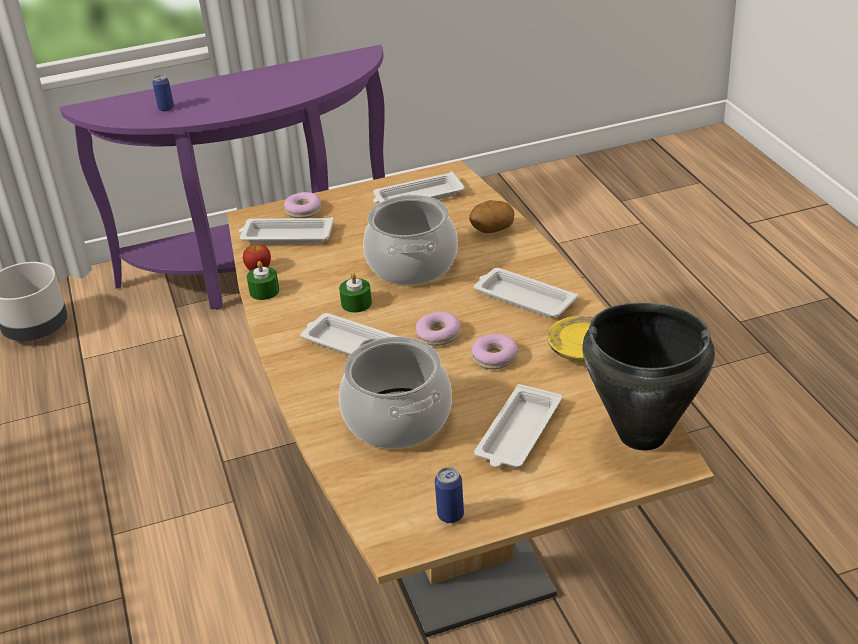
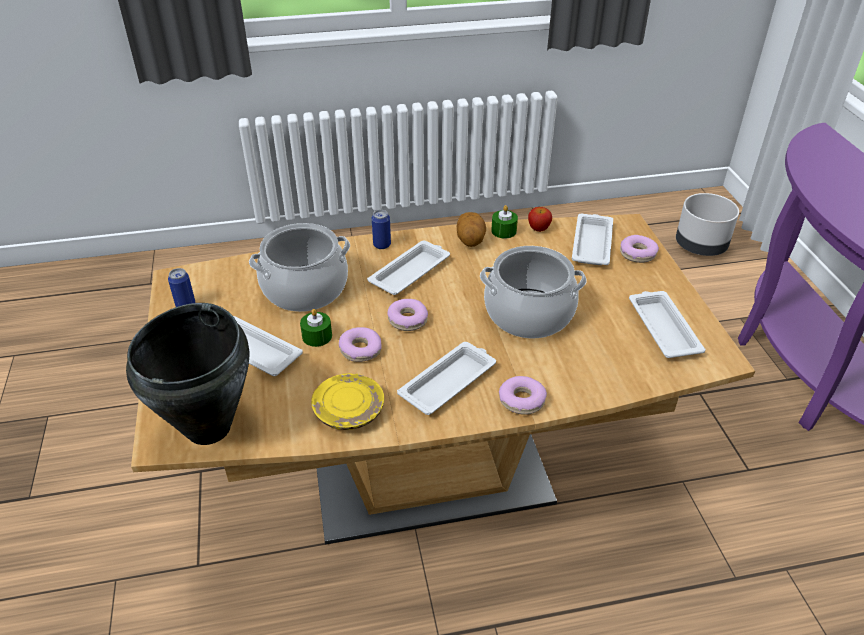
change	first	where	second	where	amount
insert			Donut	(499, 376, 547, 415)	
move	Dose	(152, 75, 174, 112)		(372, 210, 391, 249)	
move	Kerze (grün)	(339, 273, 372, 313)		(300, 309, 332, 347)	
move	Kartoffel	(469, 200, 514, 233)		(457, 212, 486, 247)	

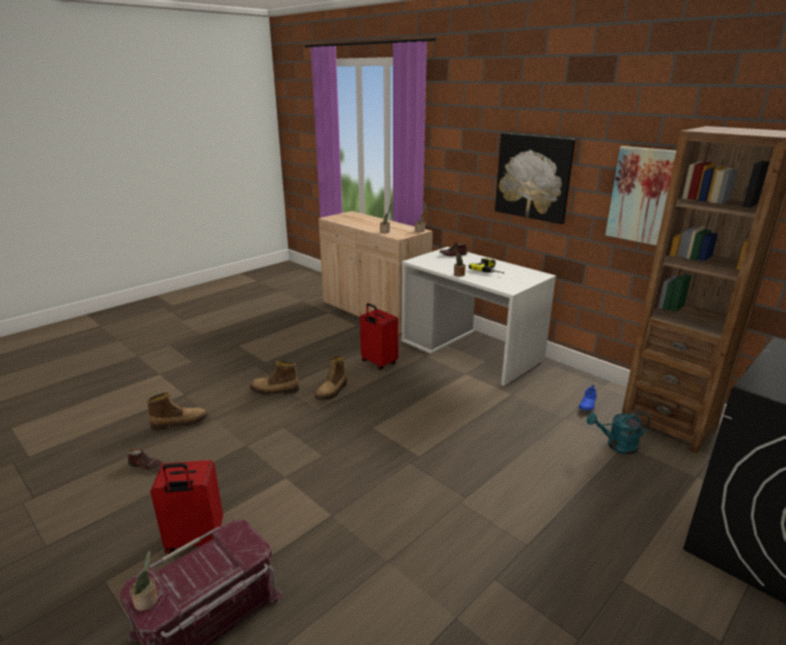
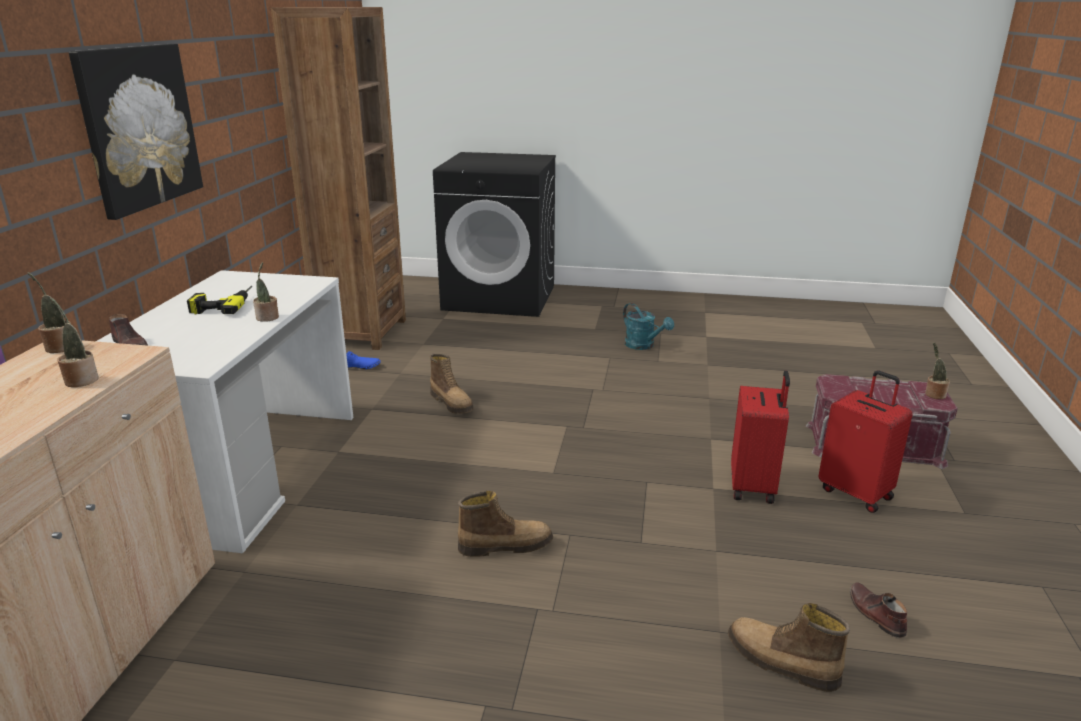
change	first	where	second	where	amount
delete	Bild	(605, 146, 676, 246)			
move	Stiefel	(250, 360, 299, 396)		(429, 353, 474, 414)	
move	Koffer (rot)	(360, 303, 398, 370)		(731, 371, 790, 504)	
move	Gießkanne (türkis)	(587, 412, 650, 454)		(623, 303, 674, 350)	

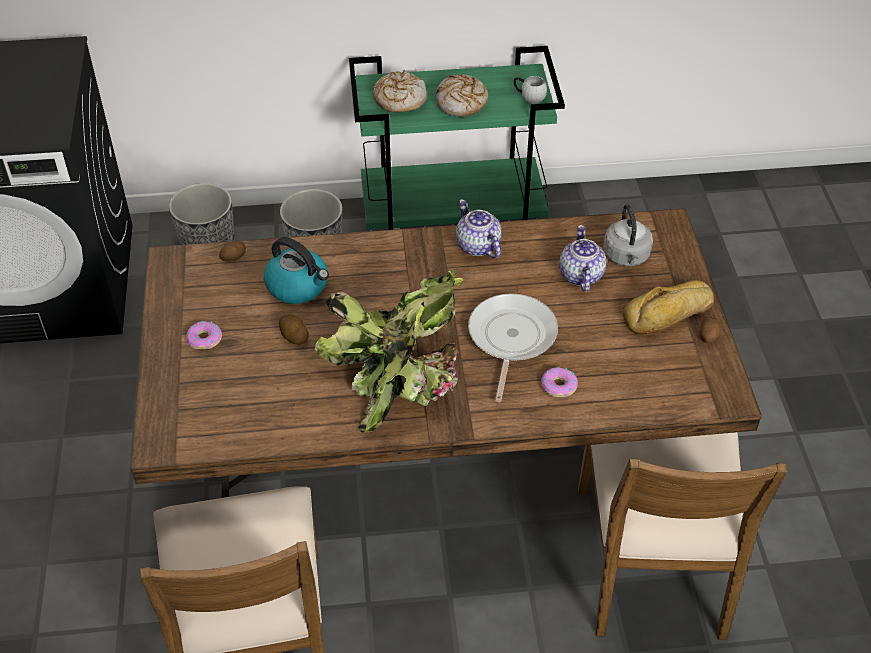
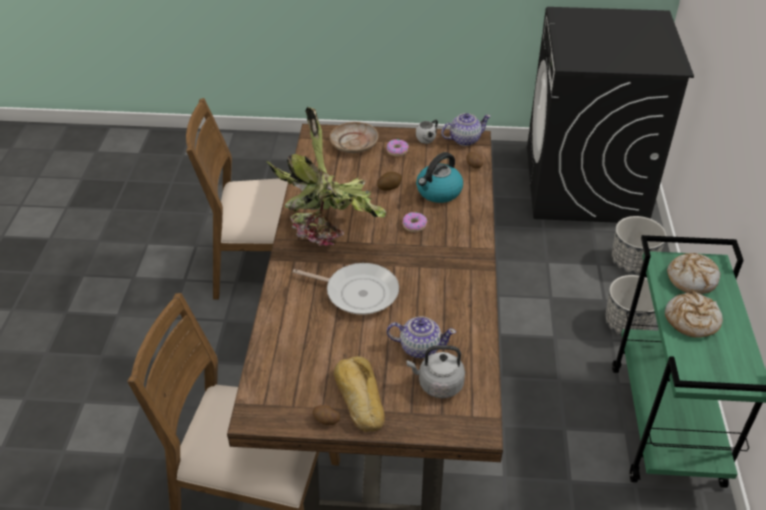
change	first	where	second	where	amount
insert			Teller (beige)	(330, 122, 379, 153)	
move	Teekanne	(456, 199, 501, 258)		(441, 113, 491, 146)	
move	Henkelbecher (weiß)	(514, 76, 547, 104)		(416, 120, 438, 144)	
move	Donut	(541, 367, 578, 397)		(403, 212, 427, 232)	

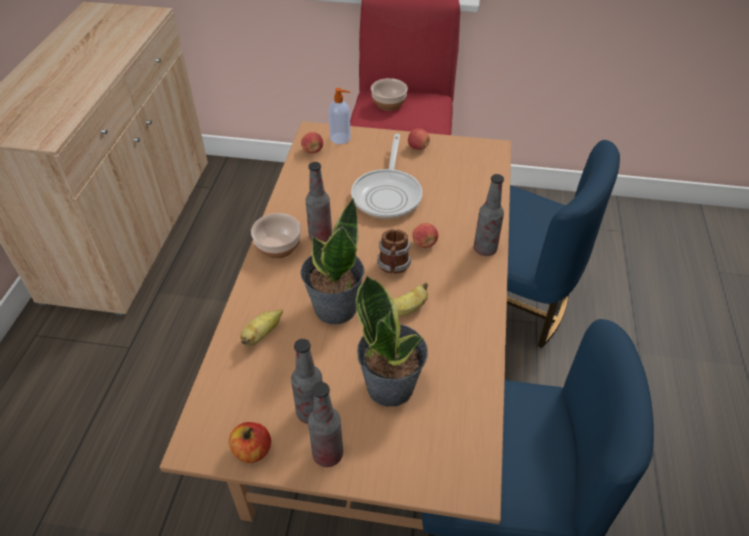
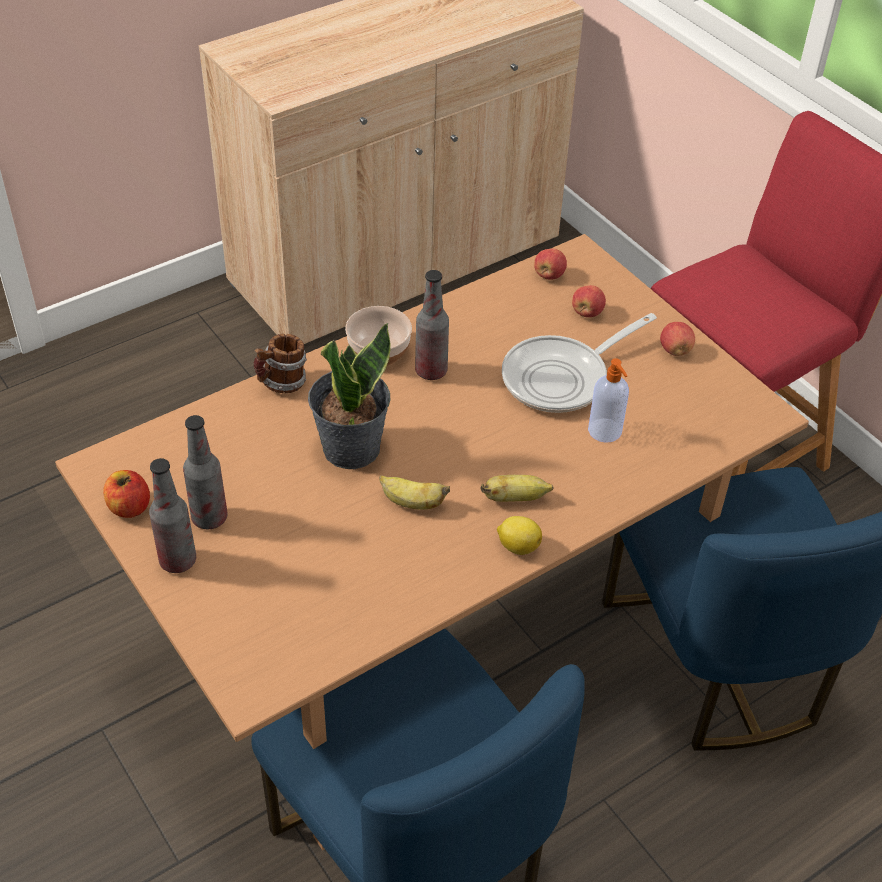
change	first	where	second	where	amount
delete	Topfpflanze	(356, 275, 428, 407)			
delete	Schüssel	(371, 78, 408, 111)			
delete	Flasche	(474, 174, 504, 256)			
insert			Zitrone	(497, 516, 542, 555)	
move	Banane	(240, 309, 283, 346)		(480, 475, 554, 502)	
move	Seifenspender	(329, 88, 351, 144)		(588, 358, 629, 443)	
move	Henkelbecher	(377, 229, 412, 274)		(254, 334, 307, 393)	
move	Apfel	(412, 223, 438, 248)		(572, 285, 606, 318)	

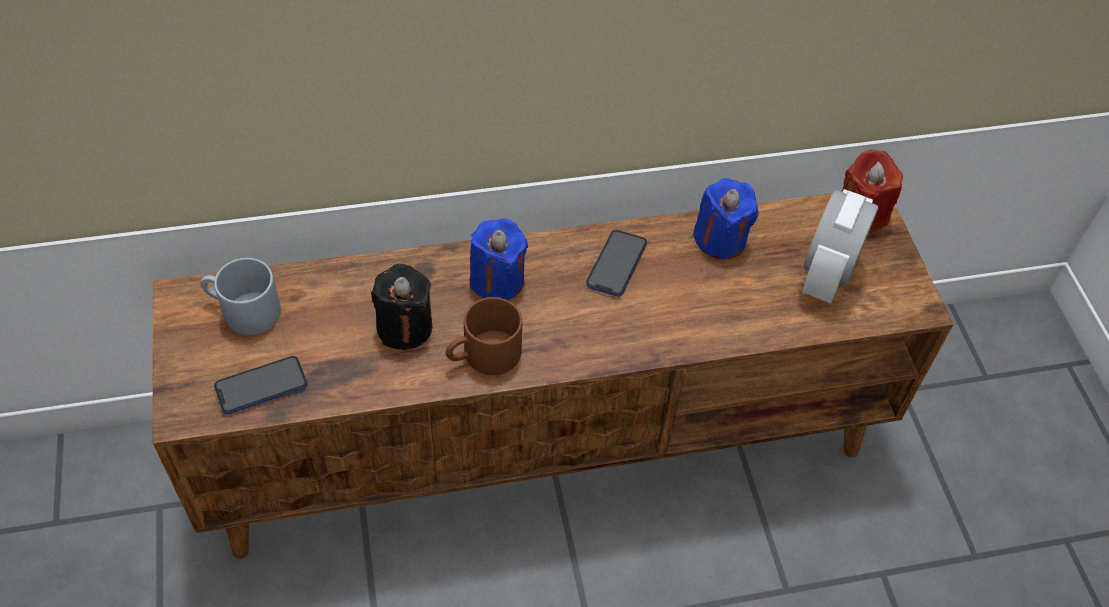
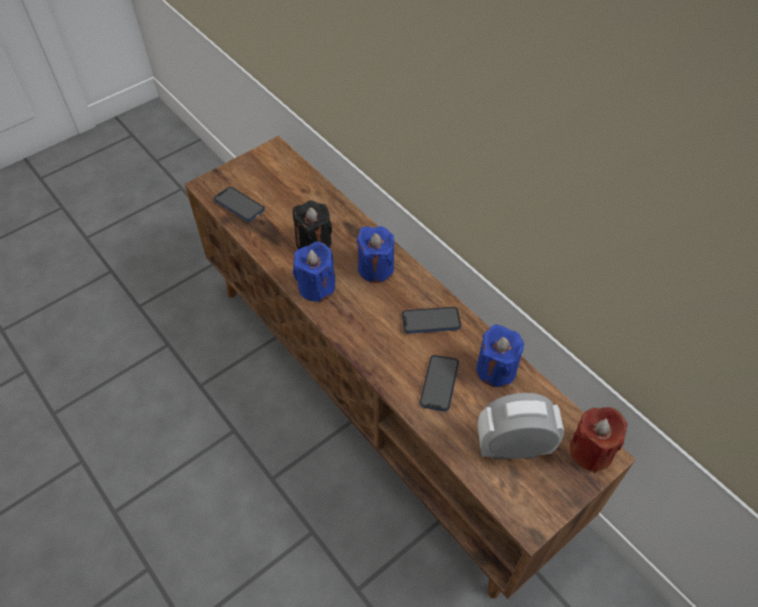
change	first	where	second	where	amount
delete	Henkelbecher (grau)	(200, 258, 281, 335)			
insert			Handy	(420, 355, 459, 412)	
replace	Henkelbecher (braun)	(446, 297, 522, 375)	Kerze (blau)	(293, 242, 336, 302)	

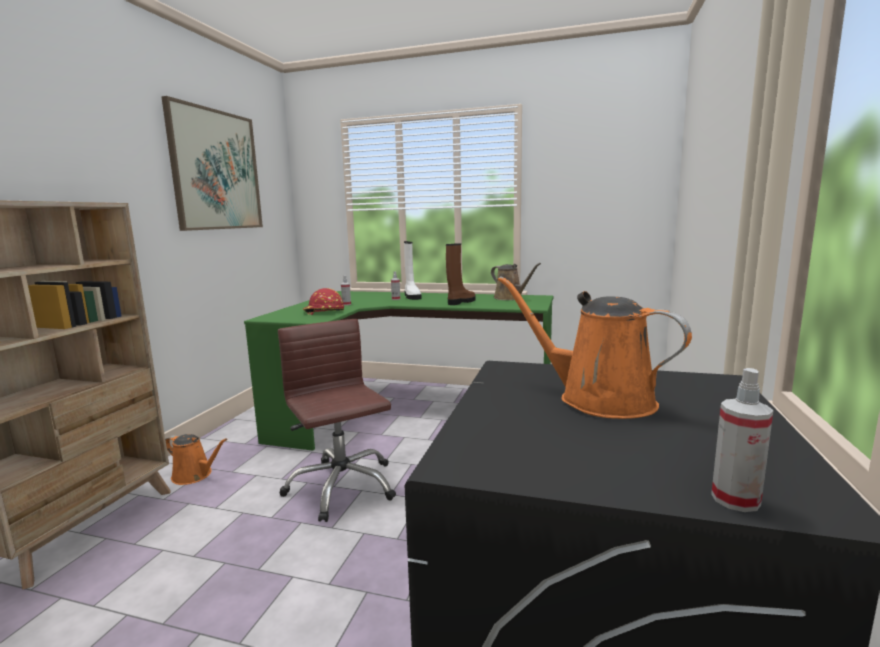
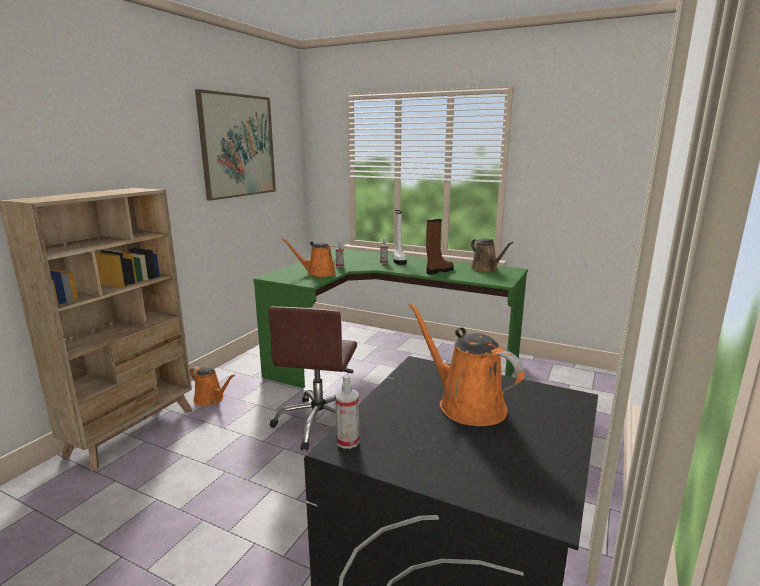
change	first	where	second	where	amount
move	Sprühflasche	(711, 368, 774, 512)		(335, 375, 359, 449)	
replace	Schutzhelm (rot)	(303, 288, 344, 315)	Gießkanne (orange)	(281, 238, 342, 277)	
rotate	Bürostuhl (braun)	(278, 319, 396, 522)		(268, 306, 357, 451)	150 degrees counterclockwise

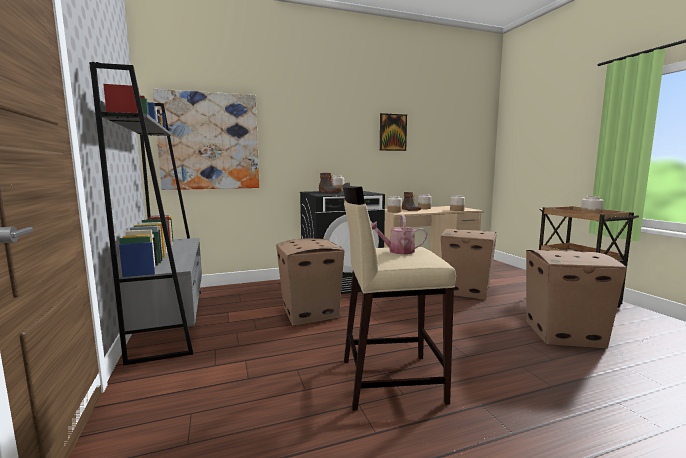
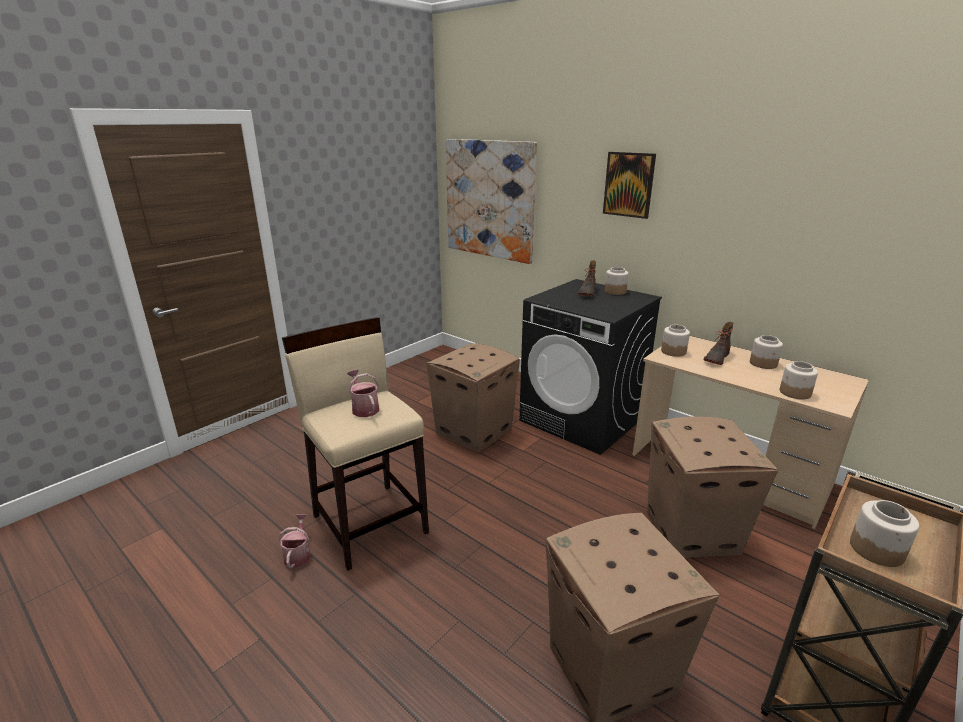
change	first	where	second	where	amount
delete	Bücherregal (grau)	(89, 62, 202, 365)			
insert			Gießkanne	(279, 514, 311, 568)	
move	Bild	(380, 113, 407, 151)		(603, 152, 656, 219)	

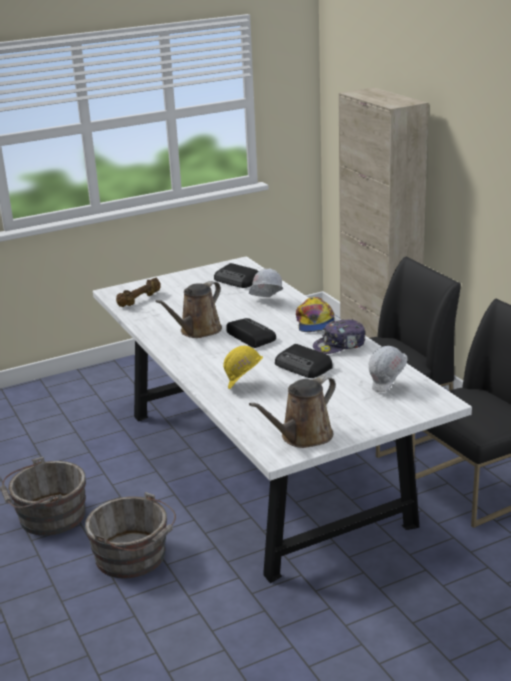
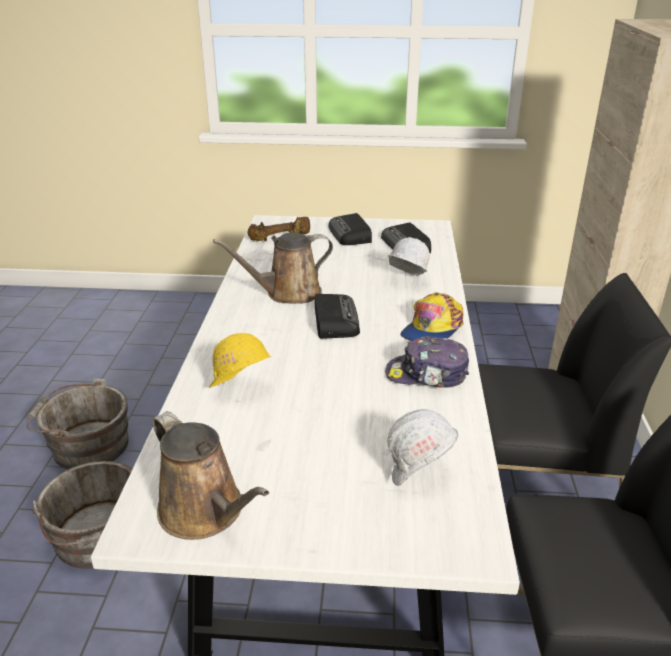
change	first	where	second	where	amount
move	Radio	(275, 344, 333, 378)		(328, 213, 372, 245)	
rotate	Gießkanne (braun)	(249, 375, 336, 448)		(152, 411, 269, 540)	120 degrees counterclockwise

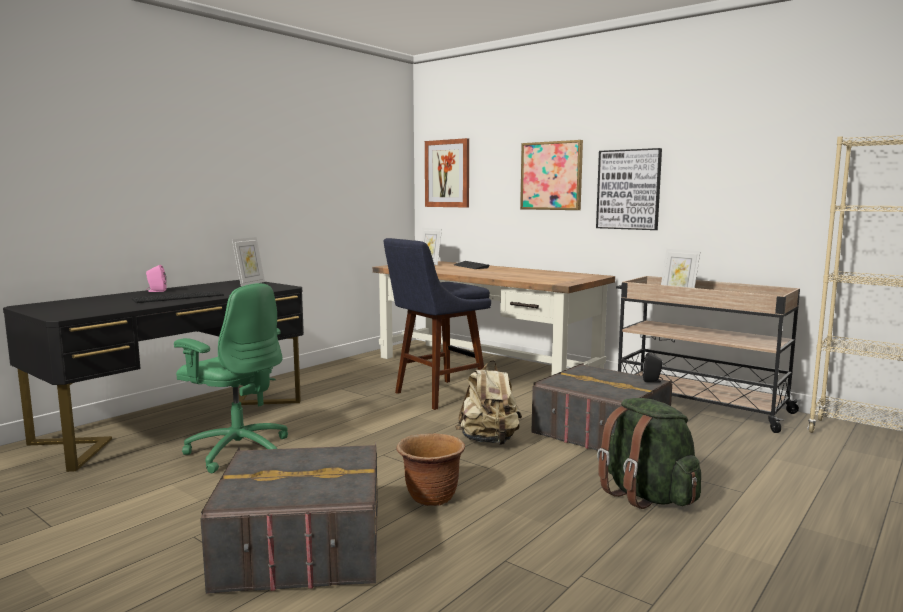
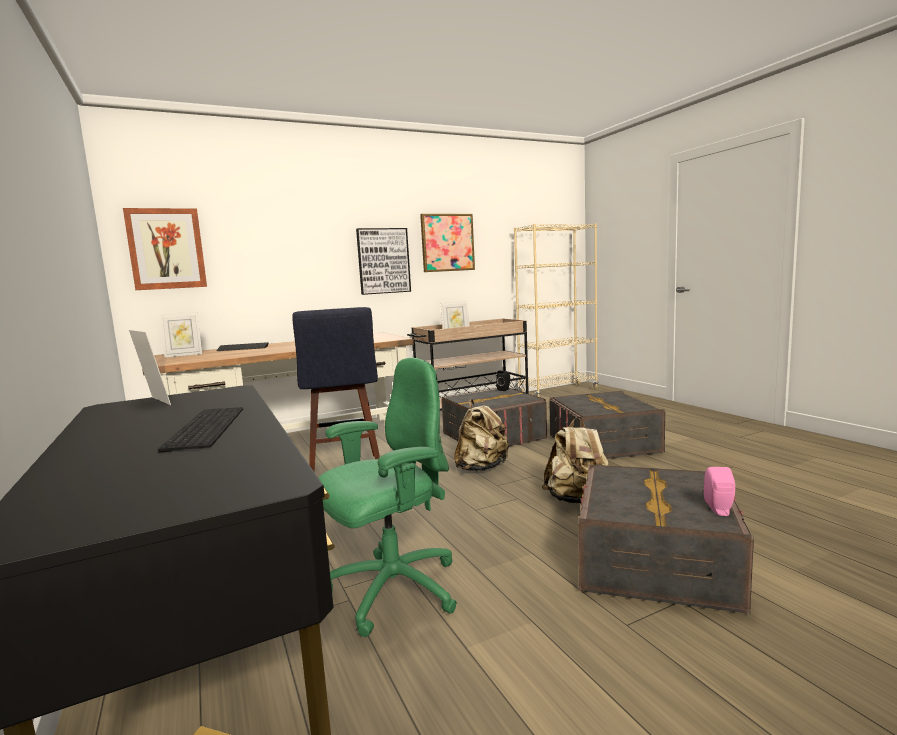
change	first	where	second	where	amount
move	Lautsprecher (rosa)	(146, 265, 167, 292)		(704, 467, 735, 516)	
move	Bild	(520, 140, 583, 210)		(420, 214, 475, 272)	
replace	Pflanzkübel (braun)	(396, 434, 465, 506)	Rucksack (beige)	(542, 417, 609, 503)	
replace	Rucksack (grün)	(597, 398, 701, 509)	Aufbewahrungsbox (grau)	(549, 391, 665, 459)	

